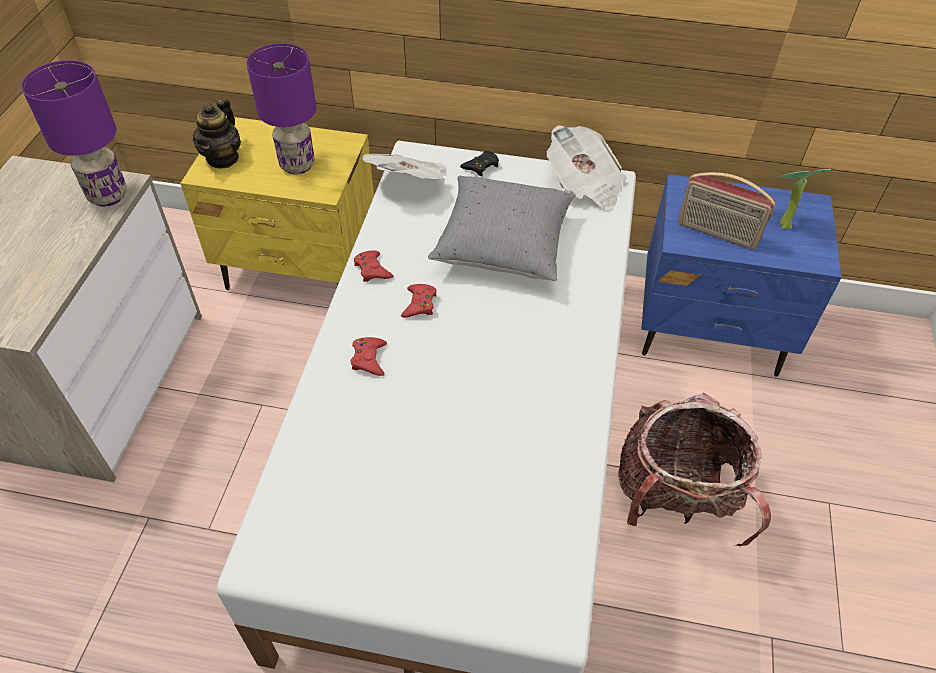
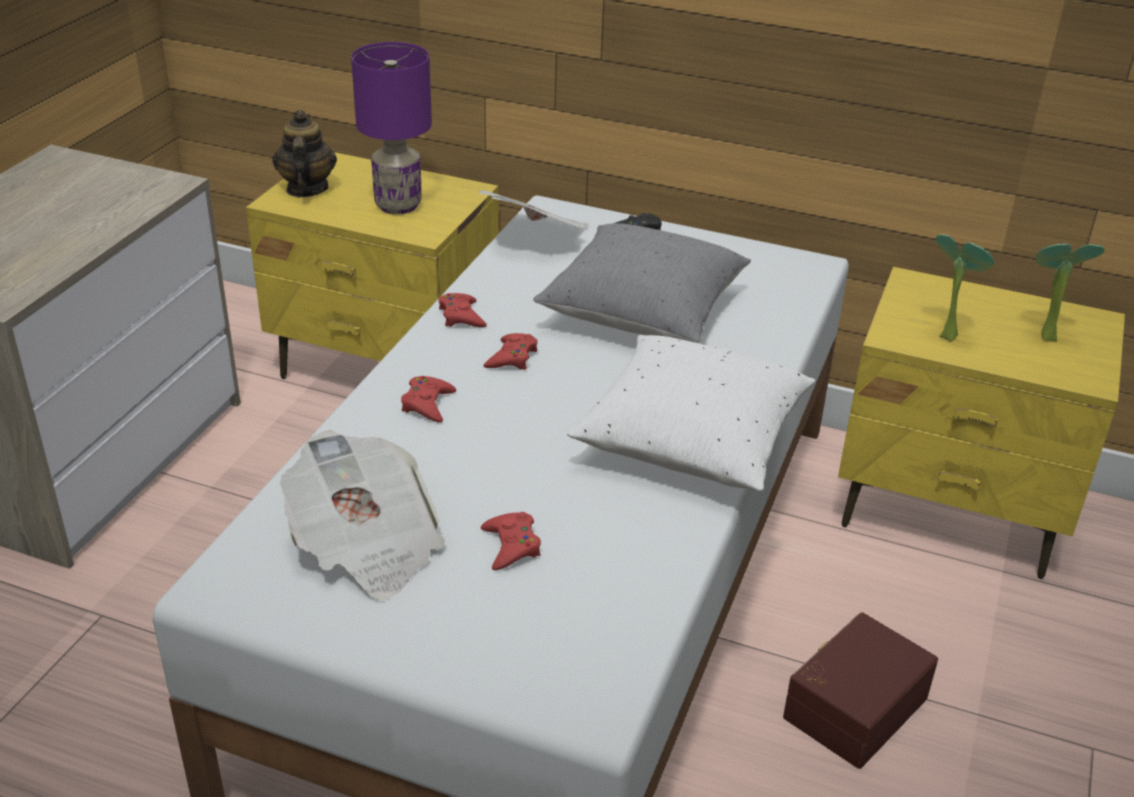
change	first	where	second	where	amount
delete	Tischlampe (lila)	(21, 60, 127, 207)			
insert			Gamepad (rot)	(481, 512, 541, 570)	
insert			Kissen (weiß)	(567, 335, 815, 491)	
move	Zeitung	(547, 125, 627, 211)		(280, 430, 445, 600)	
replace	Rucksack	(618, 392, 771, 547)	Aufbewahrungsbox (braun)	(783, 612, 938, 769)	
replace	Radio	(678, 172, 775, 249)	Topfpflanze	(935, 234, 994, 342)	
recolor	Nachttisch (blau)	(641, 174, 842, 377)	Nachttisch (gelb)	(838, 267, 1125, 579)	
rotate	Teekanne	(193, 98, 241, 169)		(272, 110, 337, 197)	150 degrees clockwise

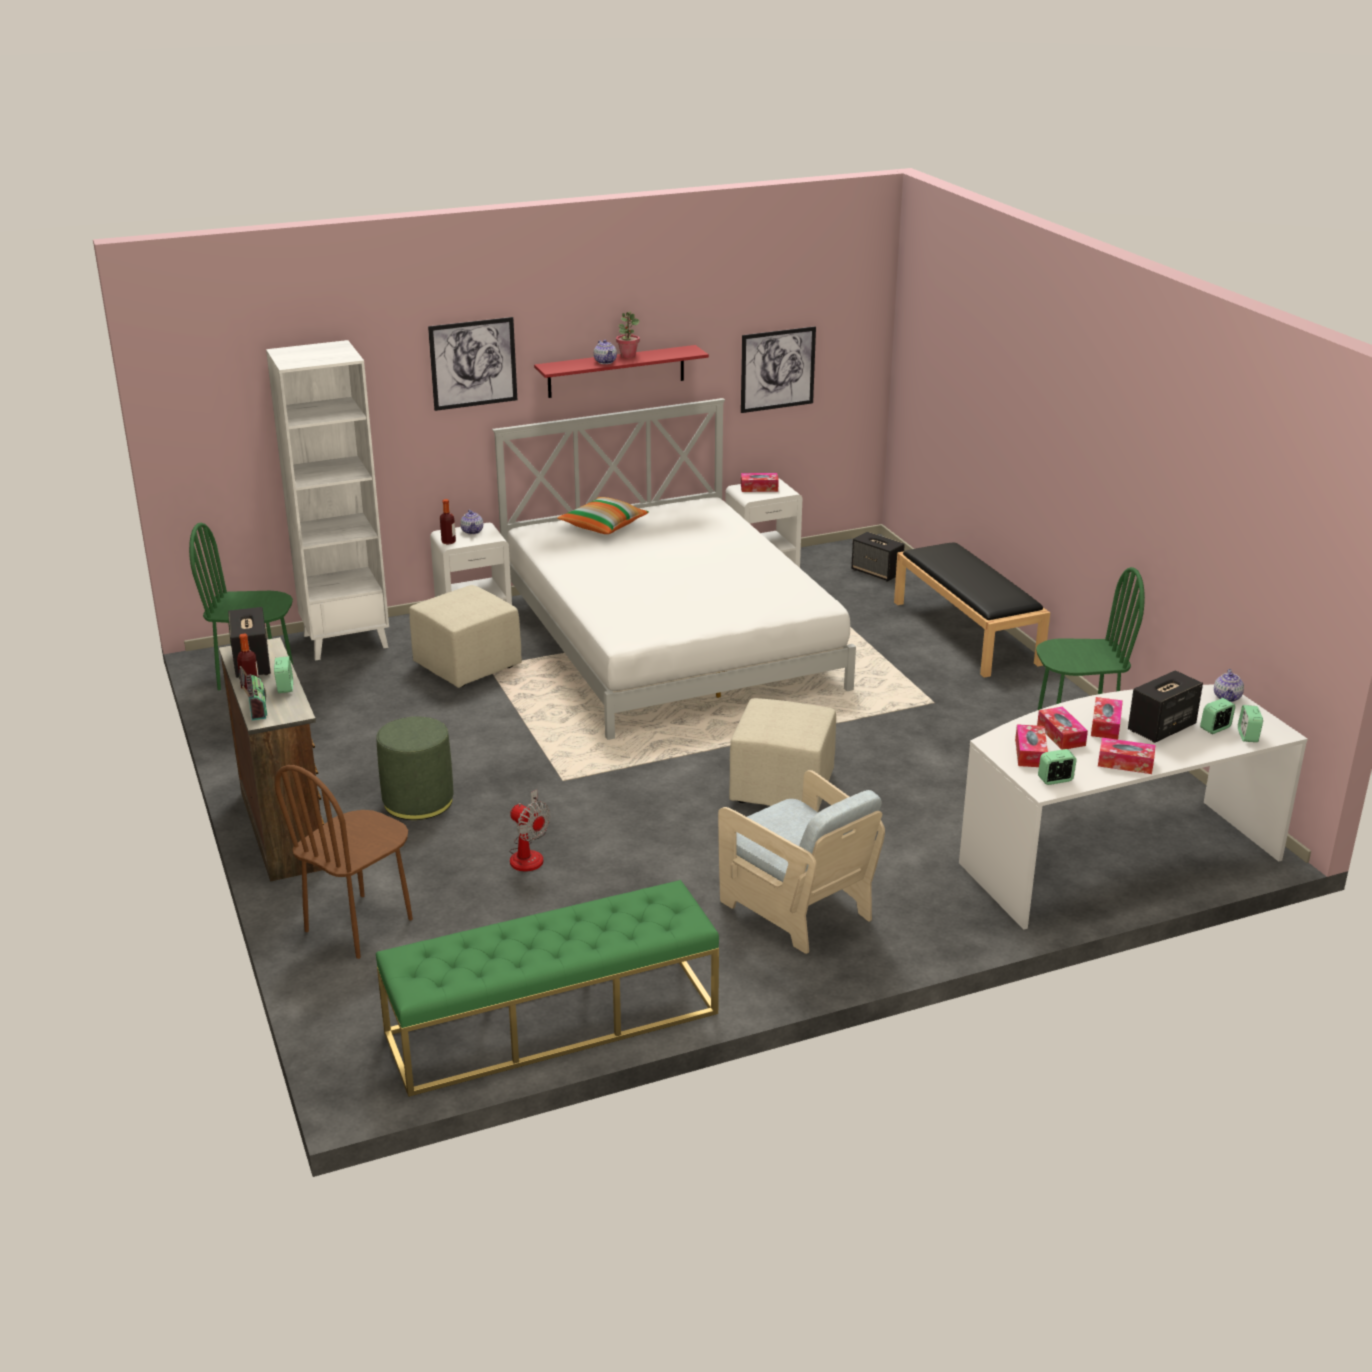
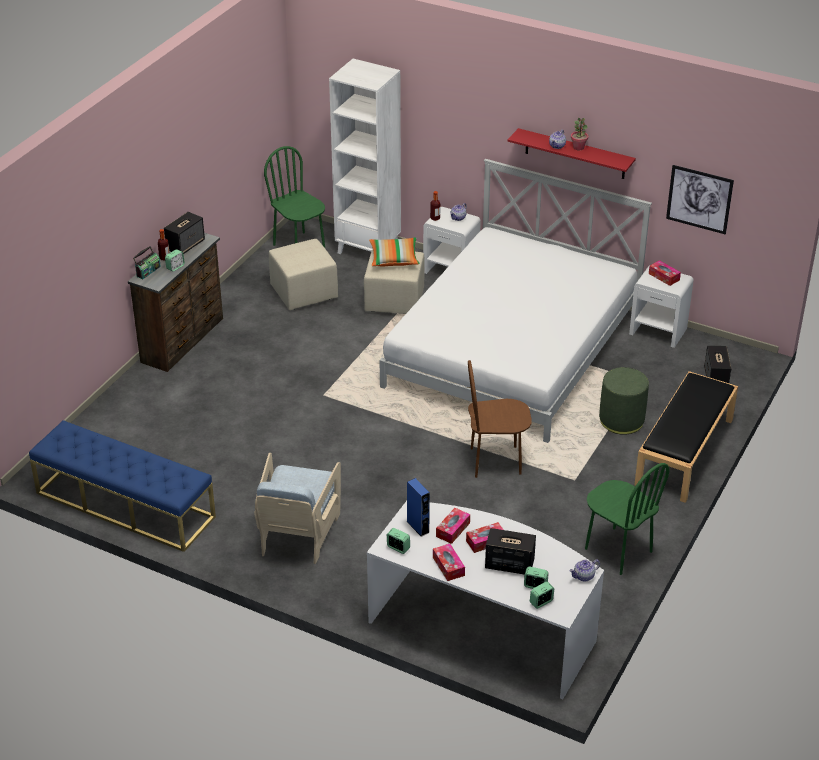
change	first	where	second	where	amount
delete	Bild	(428, 317, 517, 411)			
delete	Ventilator	(509, 790, 550, 871)			
move	Stuhl (braun)	(274, 765, 413, 959)		(468, 360, 532, 478)	
move	Polsterhocker (grün)	(376, 716, 453, 820)		(599, 367, 649, 435)	
move	Kissen	(557, 497, 649, 534)		(369, 237, 420, 267)	
move	Polsterhocker (beige)	(729, 698, 836, 812)		(269, 239, 338, 311)	
replace	Taschentuchbox	(1015, 724, 1048, 767)	Lautsprecher (blau)	(407, 478, 430, 537)	
recolor	Bank (grün)	(376, 880, 719, 1097)	Bank (blau)	(29, 420, 216, 552)	

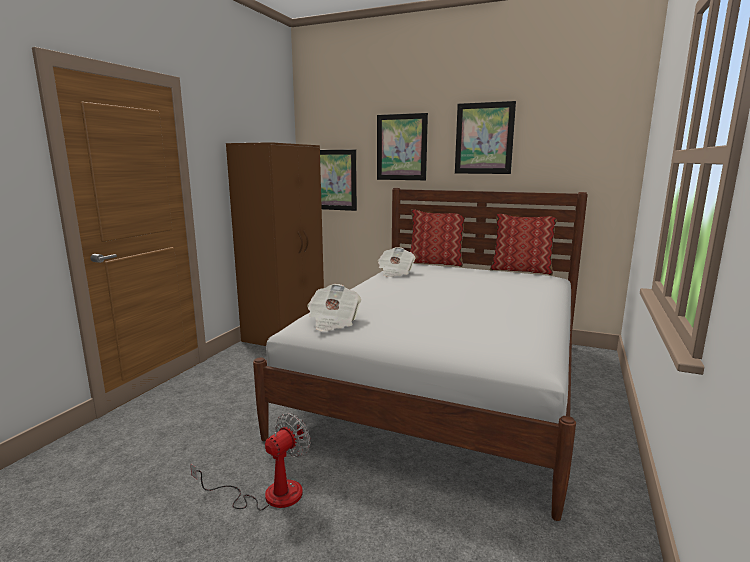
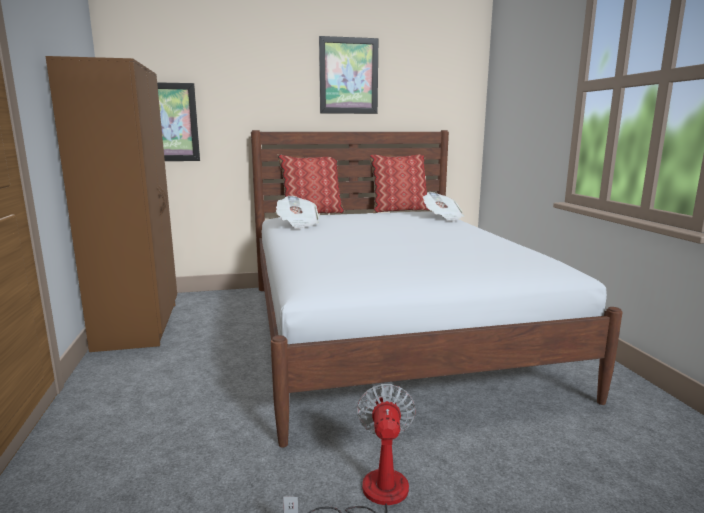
change	first	where	second	where	amount
delete	Bild	(377, 113, 428, 180)			
move	Zeitung	(307, 284, 361, 331)		(423, 192, 465, 222)	

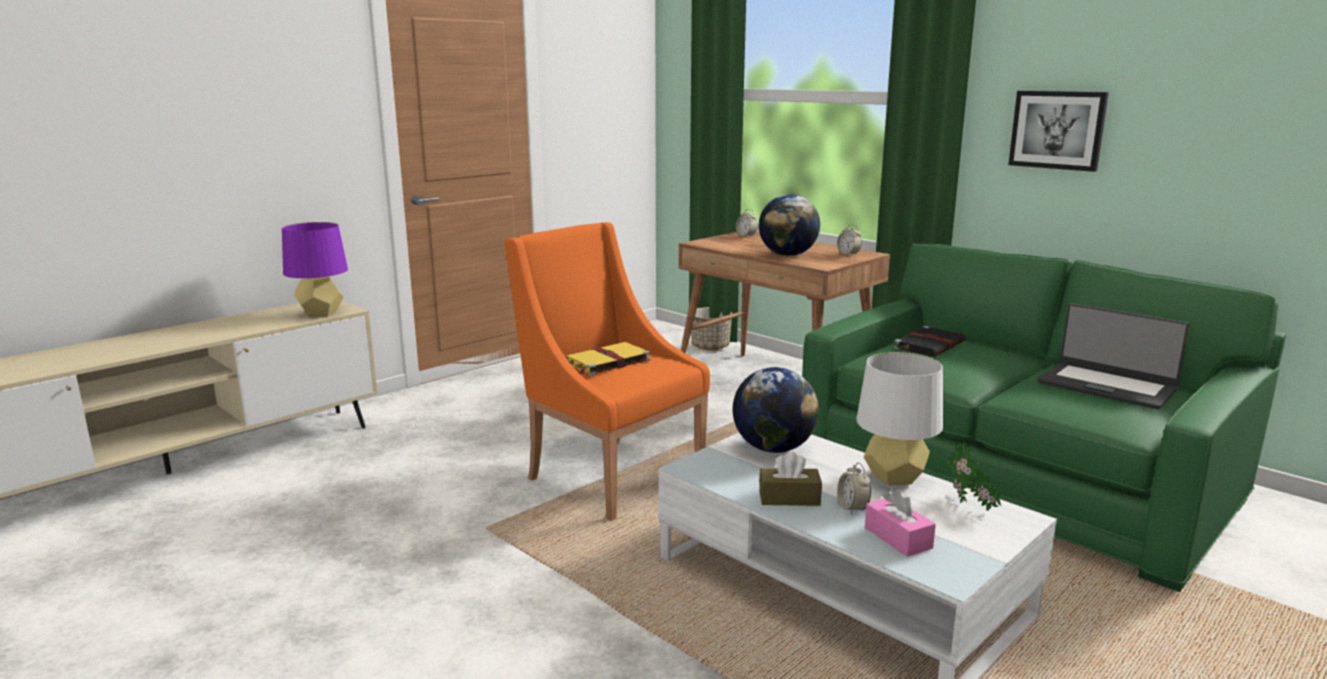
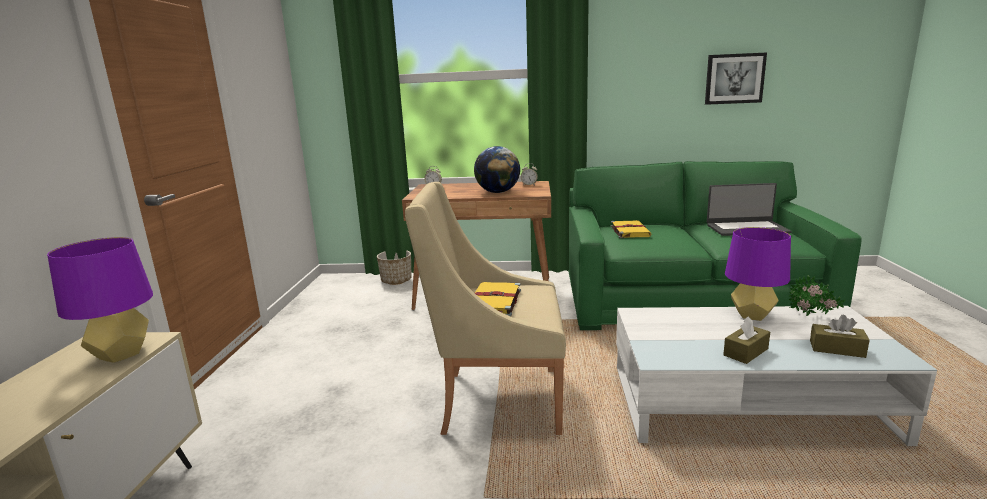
change	first	where	second	where	amount
delete	Globus	(733, 367, 819, 453)			
delete	Wecker	(837, 462, 871, 515)			
move	Bild	(1008, 91, 1109, 172)		(705, 52, 767, 105)	
recolor	Sessel (orange)	(505, 222, 710, 521)	Sessel (beige)	(405, 182, 566, 435)	
recolor	Tischlampe (weiß)	(856, 352, 943, 485)	Tischlampe (lila)	(725, 227, 791, 321)	
recolor	Taschentuchbox (rosa)	(865, 489, 936, 557)	Taschentuchbox (braun)	(810, 314, 870, 358)	
recolor	Buch (schwarz)	(894, 326, 966, 357)	Buch (gelb)	(610, 220, 652, 238)	

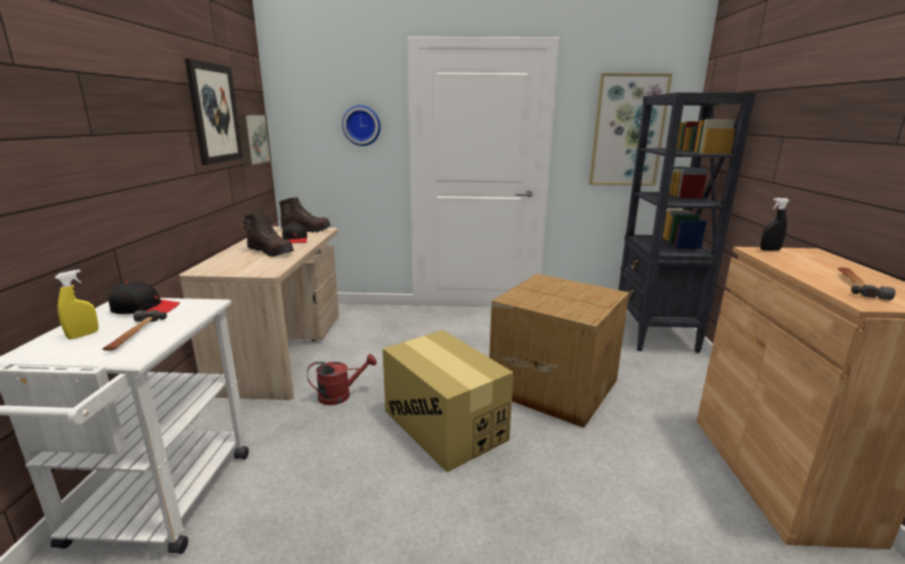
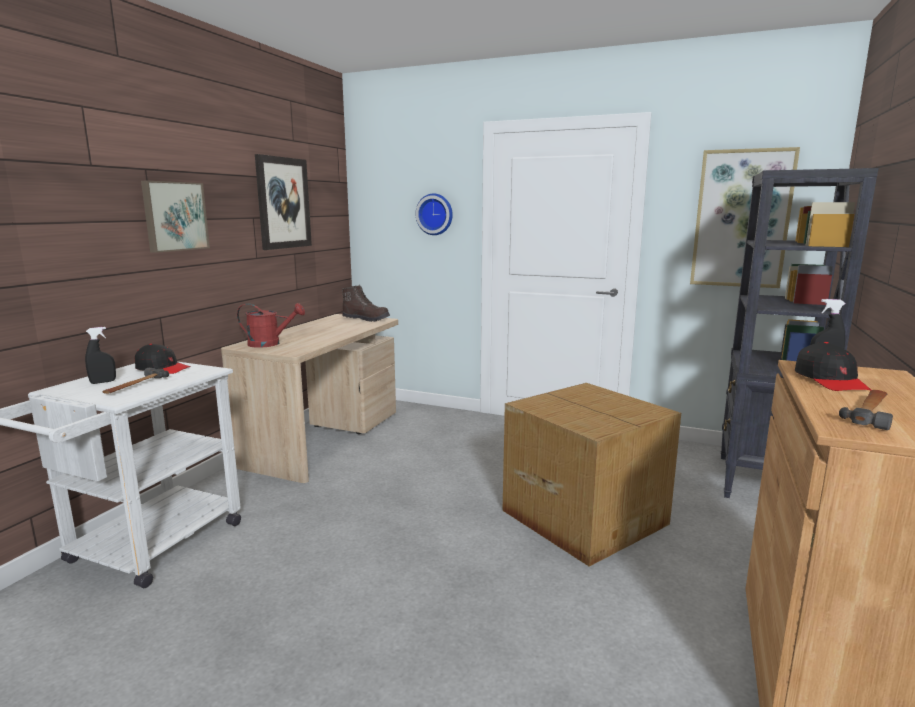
change	first	where	second	where	amount
delete	Stiefel (braun)	(243, 211, 294, 257)			
delete	Karton	(383, 330, 514, 472)			
move	Bild	(239, 114, 272, 166)		(141, 181, 210, 253)	
move	Kappe (schwarz)	(282, 221, 307, 243)		(795, 342, 871, 391)	
move	Gießkanne (rot)	(307, 354, 377, 405)		(237, 303, 305, 348)	
recolor	Sprühflasche (gelb)	(55, 269, 99, 339)	Sprühflasche (schwarz)	(85, 327, 116, 384)	

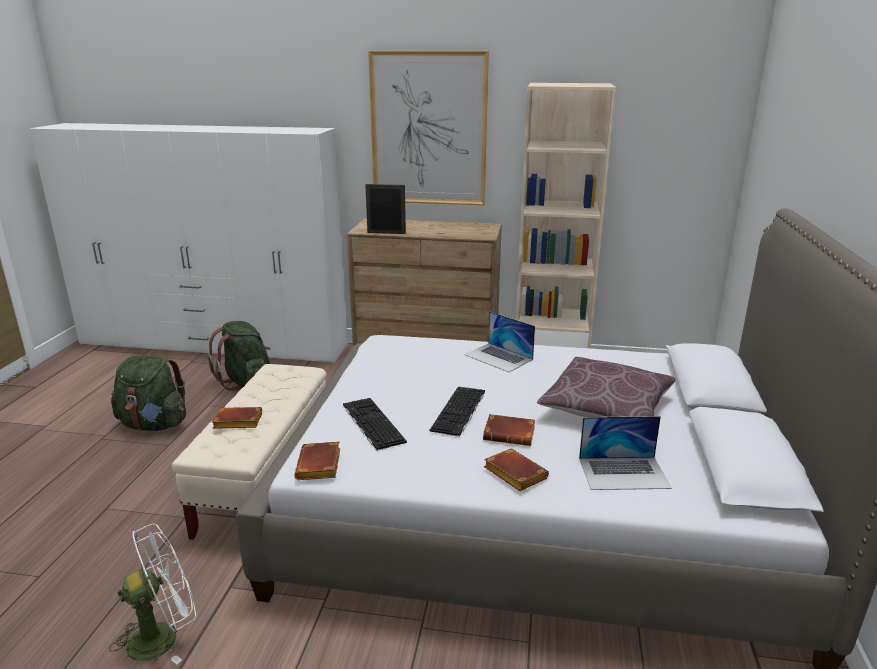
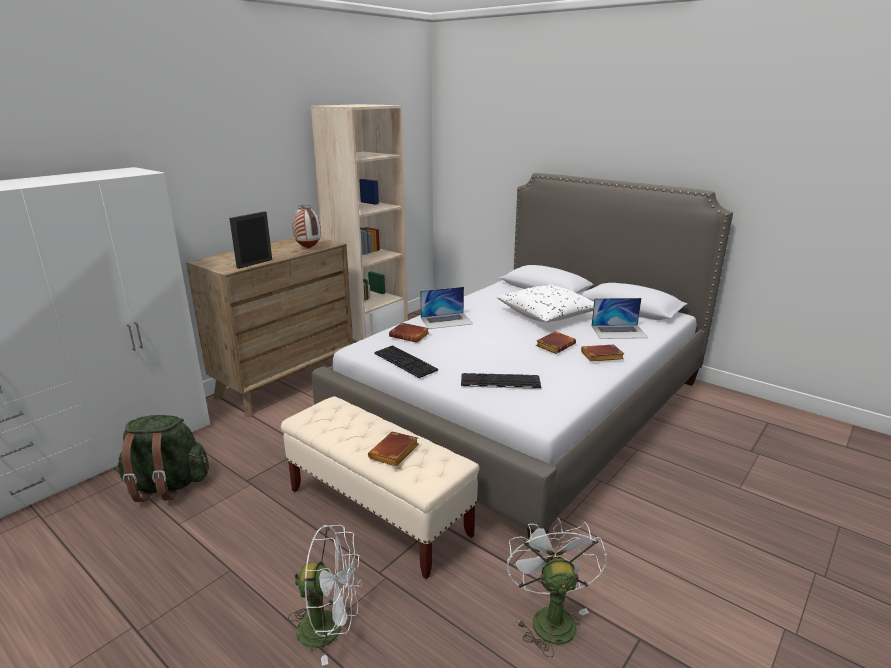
change	first	where	second	where	amount
delete	Rucksack (grün)	(111, 355, 186, 431)			
delete	Bild	(368, 51, 489, 205)			
insert			Ventilator (weiß)	(288, 525, 362, 666)	
insert			Vase	(292, 205, 321, 249)	
move	Buch (braun)	(294, 442, 340, 480)		(389, 323, 429, 343)	
move	Tastatur	(429, 387, 485, 437)		(374, 345, 438, 378)	
recolor	Kissen (braun)	(537, 357, 676, 417)	Kissen (weiß)	(496, 284, 594, 322)	
rotate	Laptop	(579, 416, 672, 490)		(592, 298, 648, 339)	60 degrees clockwise

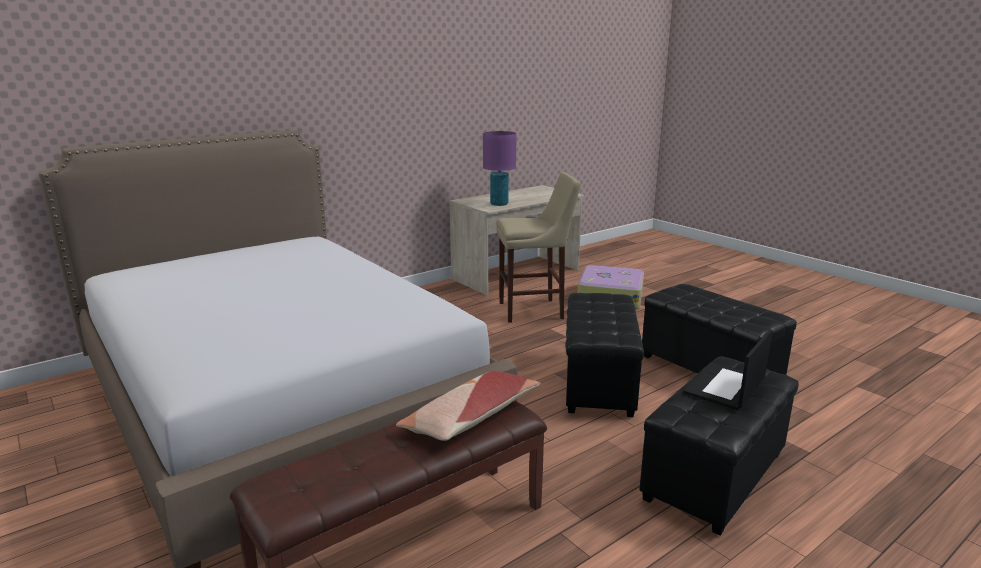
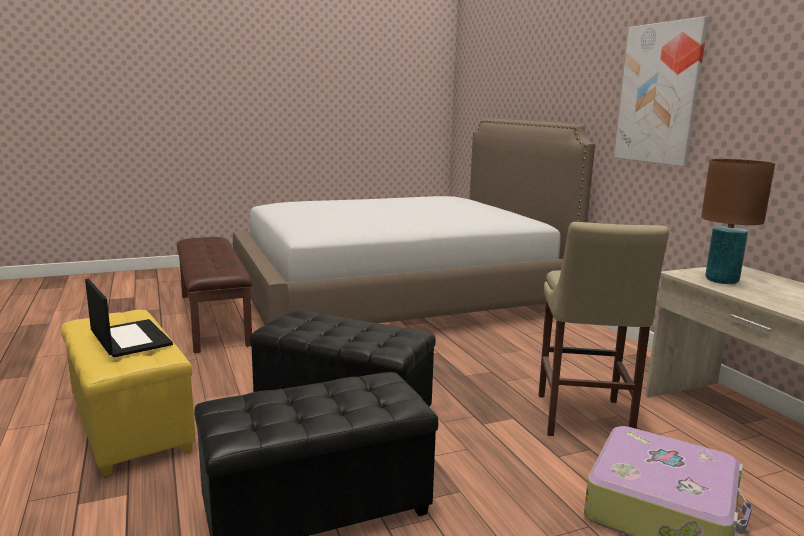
change	first	where	second	where	amount
delete	Kissen	(396, 371, 540, 441)			
insert			Bild	(614, 16, 709, 167)	
recolor	Tischlampe (lila)	(483, 131, 517, 206)	Tischlampe (braun)	(701, 159, 775, 284)	
recolor	Polsterhocker (schwarz)	(639, 357, 799, 536)	Polsterhocker (gelb)	(61, 310, 196, 476)	

